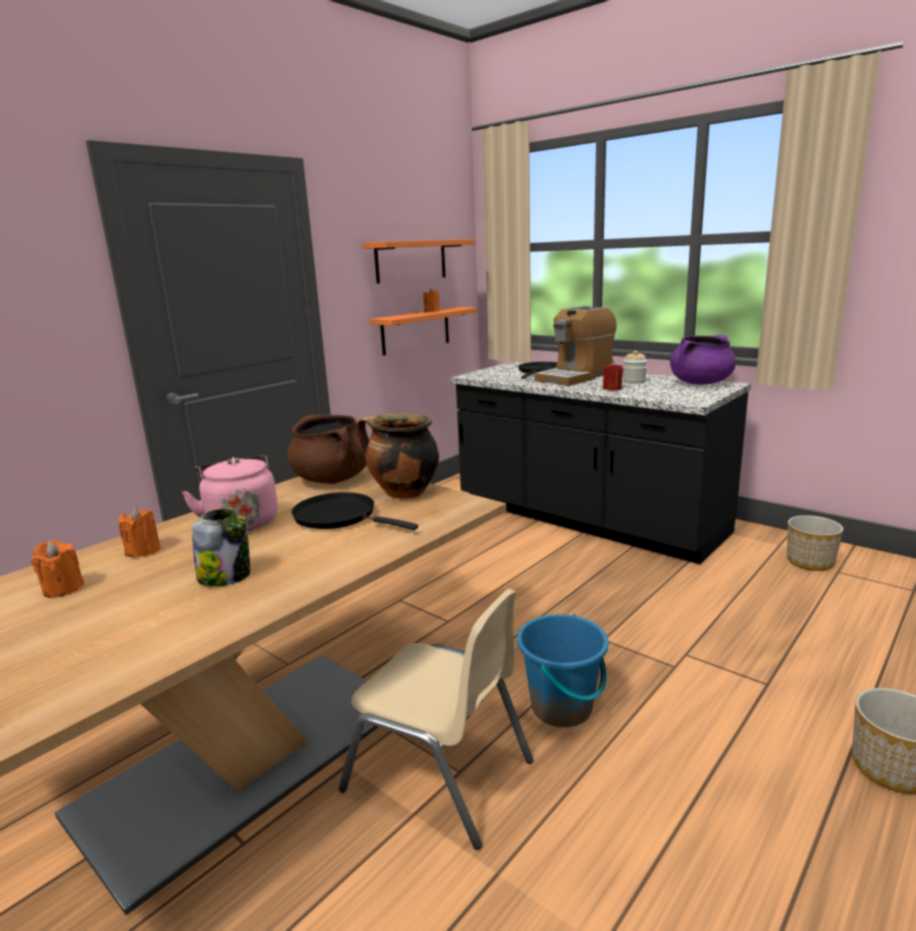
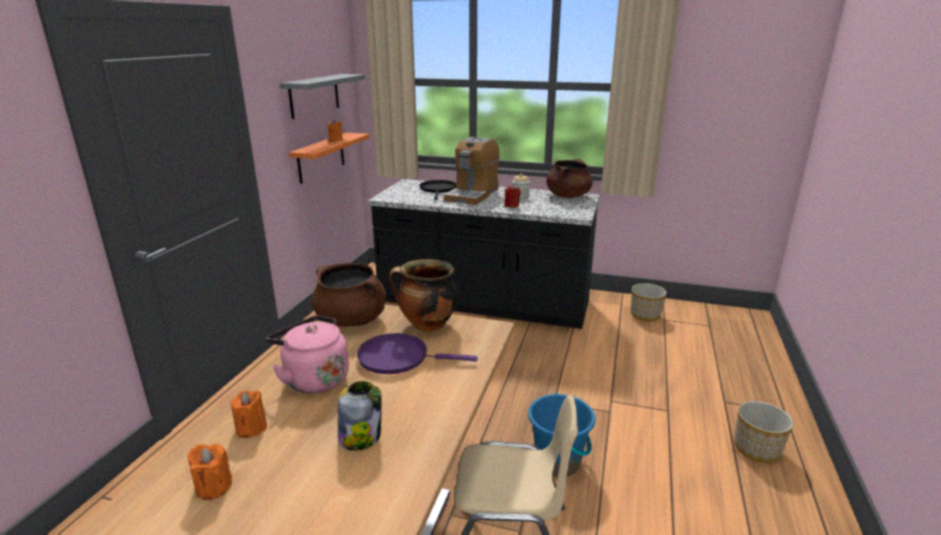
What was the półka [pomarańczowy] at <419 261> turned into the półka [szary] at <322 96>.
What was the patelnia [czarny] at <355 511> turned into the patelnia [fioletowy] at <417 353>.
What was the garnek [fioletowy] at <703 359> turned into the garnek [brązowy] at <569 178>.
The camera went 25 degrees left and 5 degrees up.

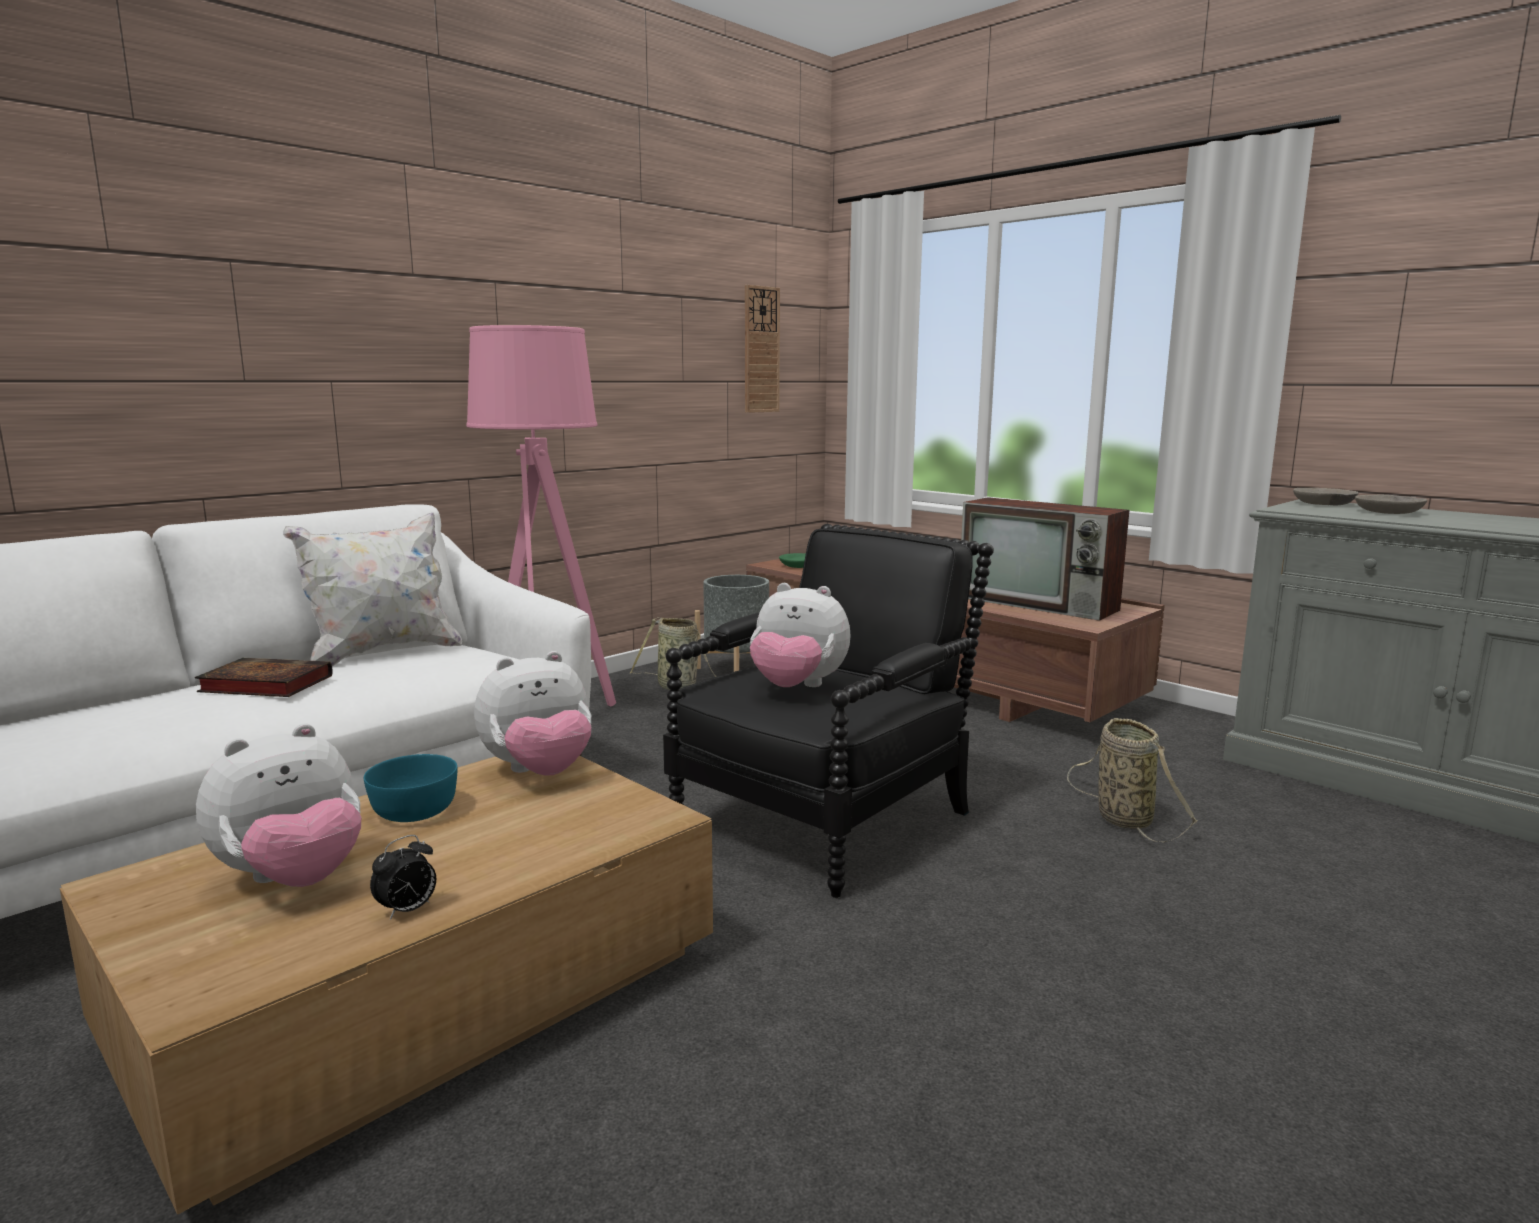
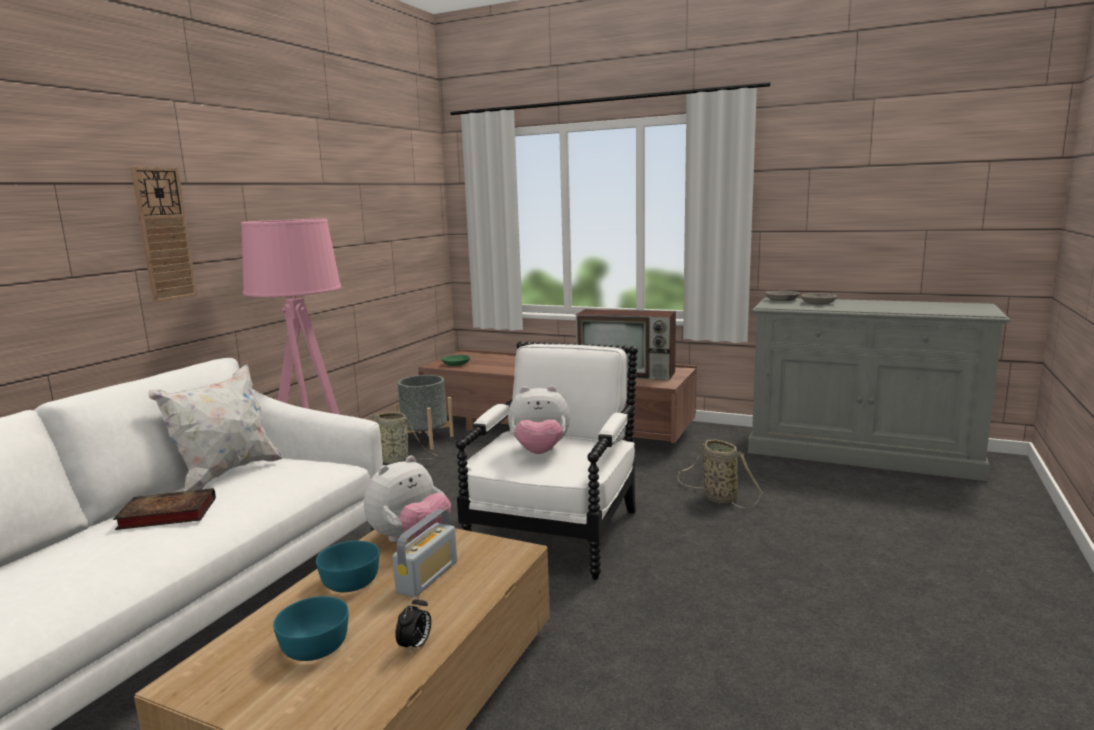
The zegar ścienny ended up elsewhere, having gone from <762 349> to <164 235>.
Where the pluszak stood at <278 805>, the miska [turkusowy] came to stand at <311 628>.
The second view gained the radio at <424 553>.
What was the fotel [czarny] at <828 711> turned into the fotel [biały] at <547 460>.
The camera went 20 degrees left and 0 degrees up.

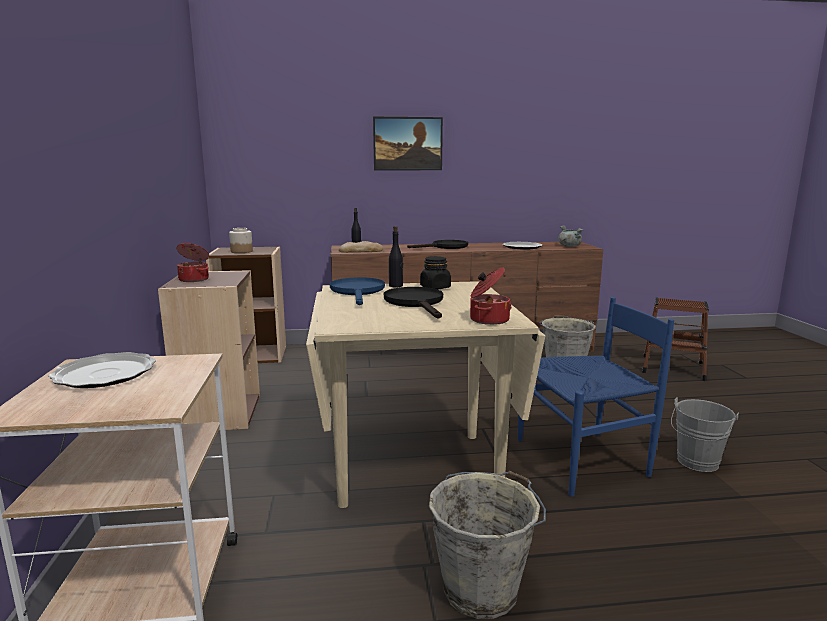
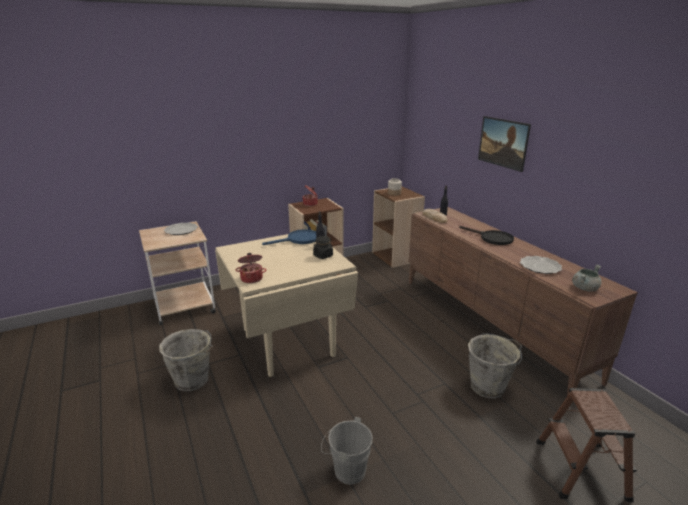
The second view lost the patelnia [czarny] at <413 303>.
The second view lost the krzesło [niebieski] at <596 397>.
The camera went 70 degrees right and 10 degrees up.

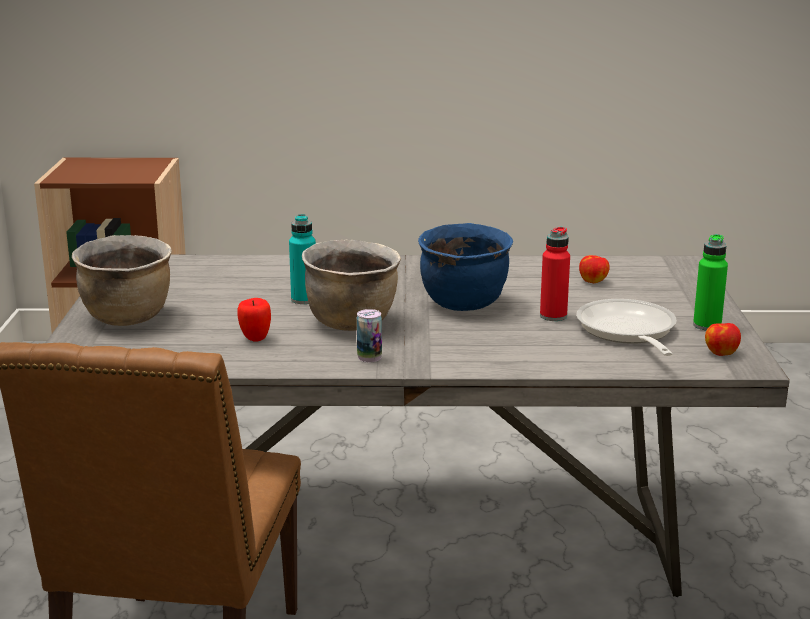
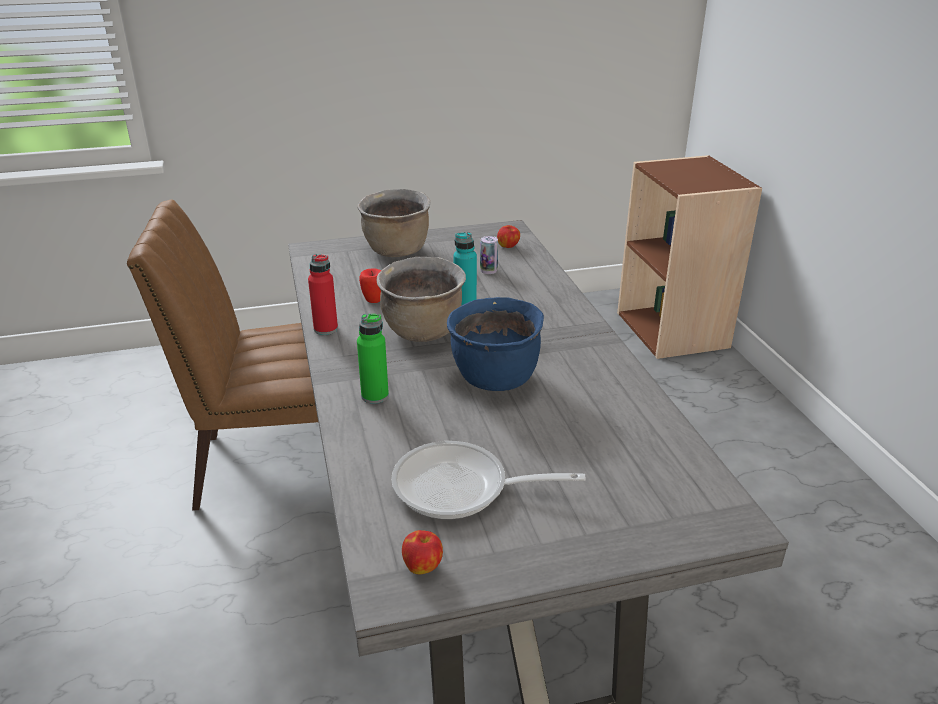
The butelka [czerwony] ended up elsewhere, having gone from <555 274> to <323 294>.
The butelka [zielony] ended up elsewhere, having gone from <710 282> to <373 359>.
The patelnia at <627 327> ended up facing another way, 150 degrees counterclockwise from before.
The puszka ended up elsewhere, having gone from <369 335> to <489 255>.
The jabłko ended up elsewhere, having gone from <594 269> to <508 236>.
The camera went 75 degrees right and 10 degrees up.

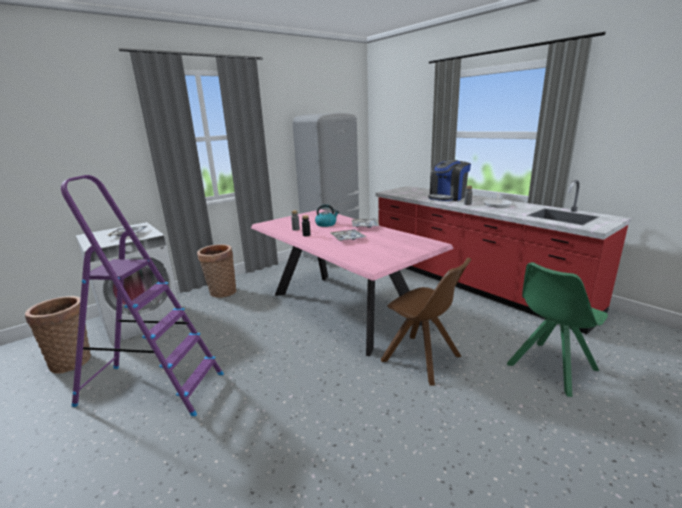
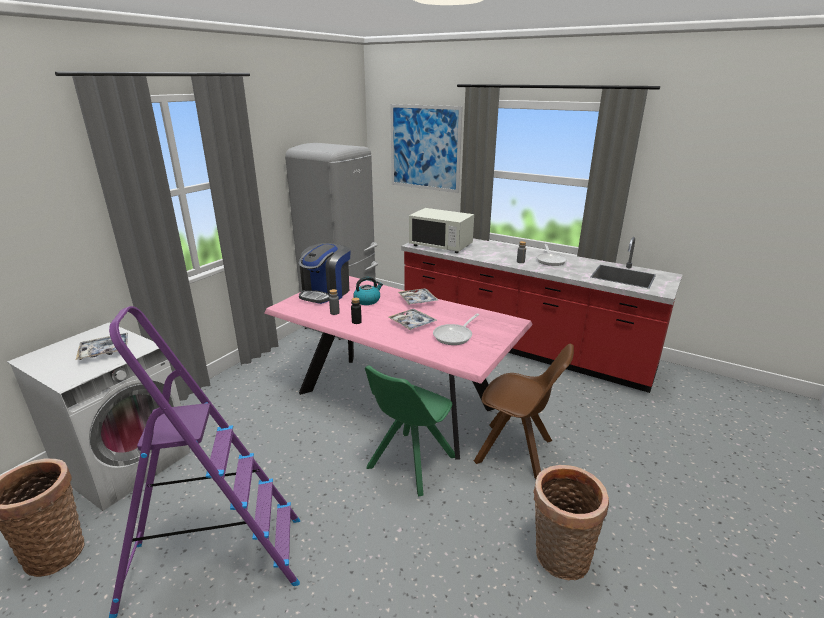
The ekspres do kawy ended up elsewhere, having gone from <449 180> to <324 273>.
The krzesło [zielony] ended up elsewhere, having gone from <557 329> to <410 431>.
The second view gained the obraz at <426 148>.
The second view gained the mikrofalówka [biały] at <441 230>.
The second view gained the patelnia at <456 329>.
The koszyk ended up elsewhere, having gone from <217 271> to <571 522>.
The camera went 20 degrees left and 5 degrees up.

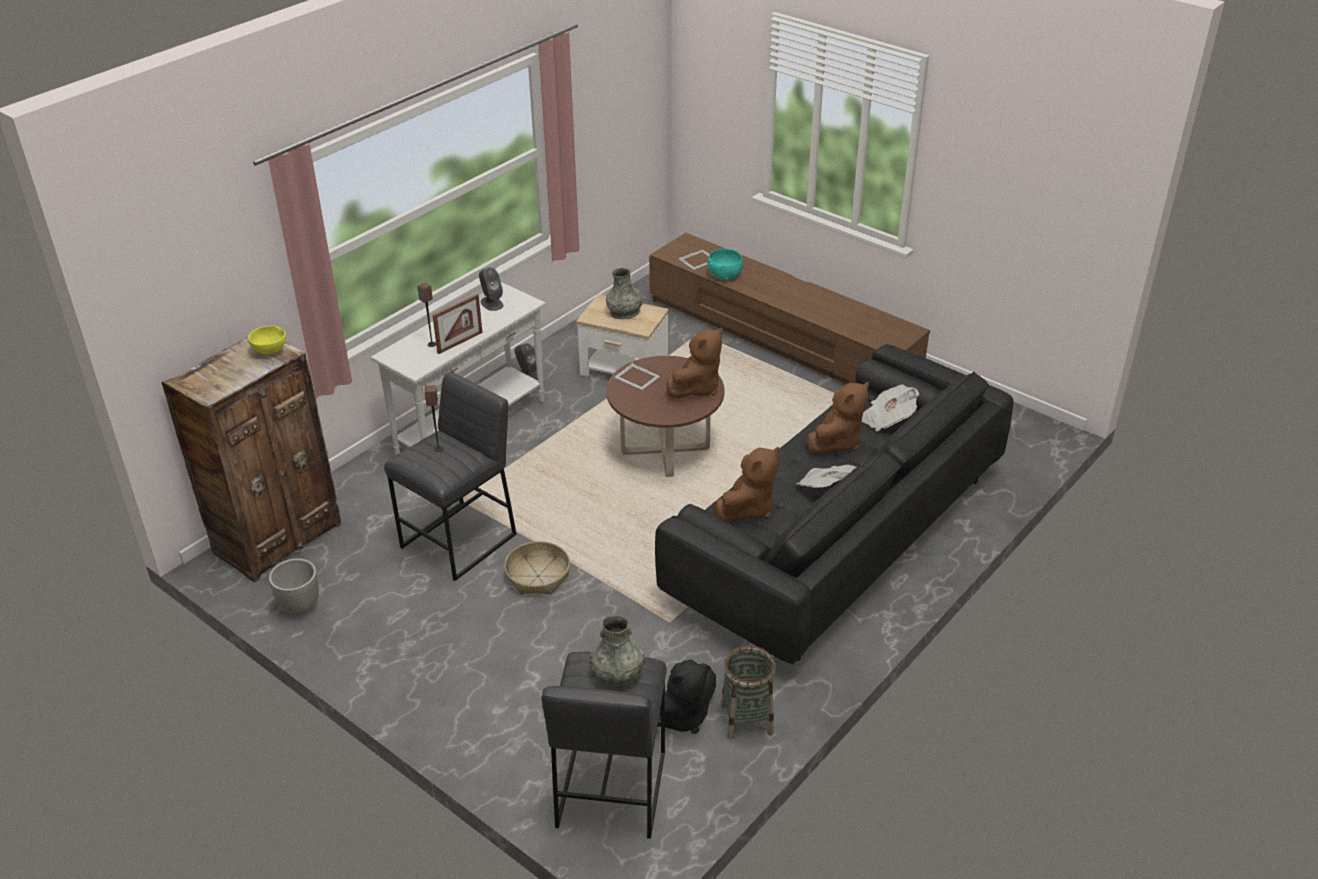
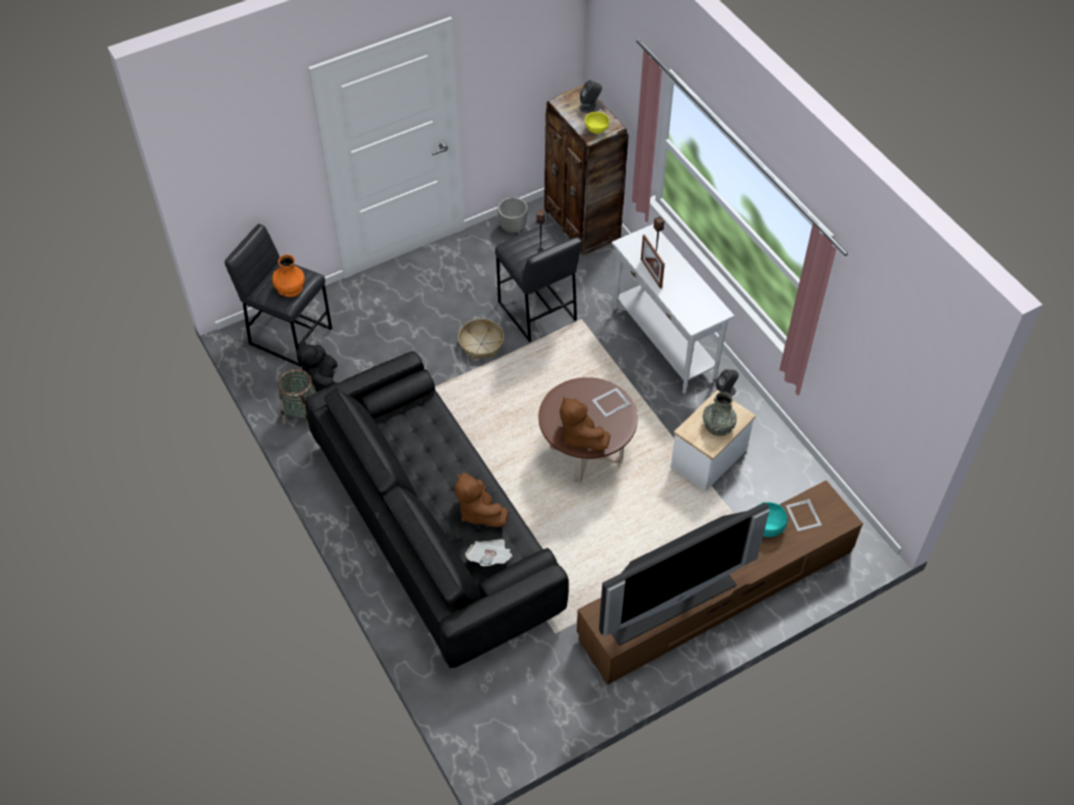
What was the wazon [szary] at <617 651> turned into the wazon [pomarańczowy] at <288 275>.
The głośnik [szary] ended up elsewhere, having gone from <491 289> to <590 96>.
The second view gained the telewizor at <684 574>.
The second view lost the pluszak [brązowy] at <747 484>.
The second view lost the gazeta at <827 476>.
The camera went 110 degrees right and 15 degrees up.

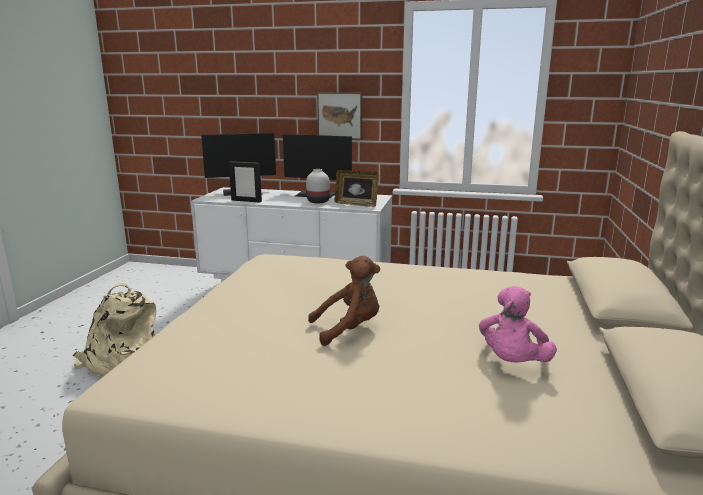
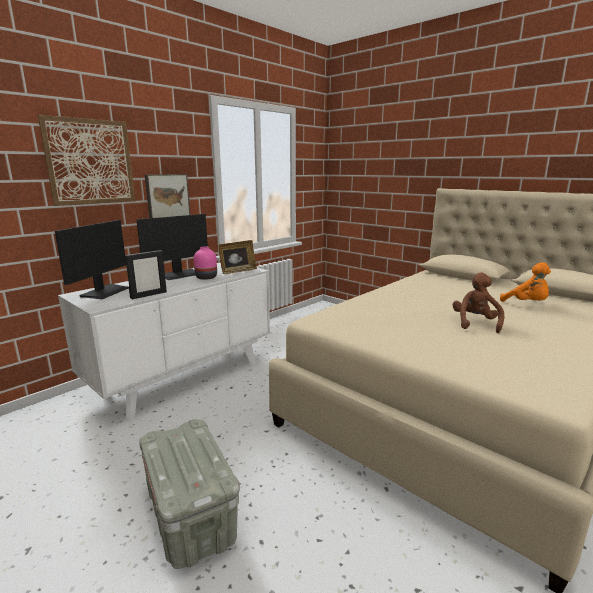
The second view gained the obraz at <86 160>.
Where the plecak [beżowy] stood at <114 330>, the pojemnik do przechowywania [szary] came to stand at <189 494>.
What was the wazon [biały] at <318 186> turned into the wazon [różowy] at <205 263>.
What was the pluszak [różowy] at <518 324> turned into the pluszak [pomarańczowy] at <525 282>.
The camera went 60 degrees left and 0 degrees up.

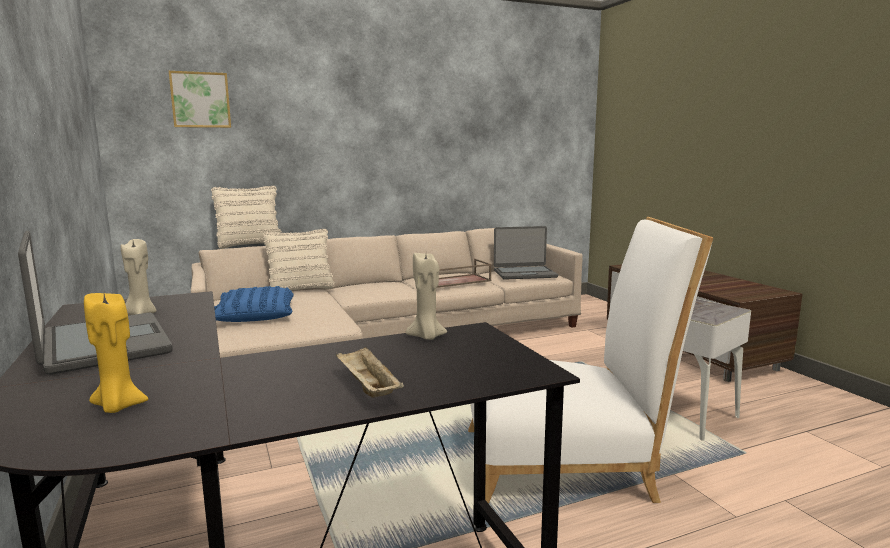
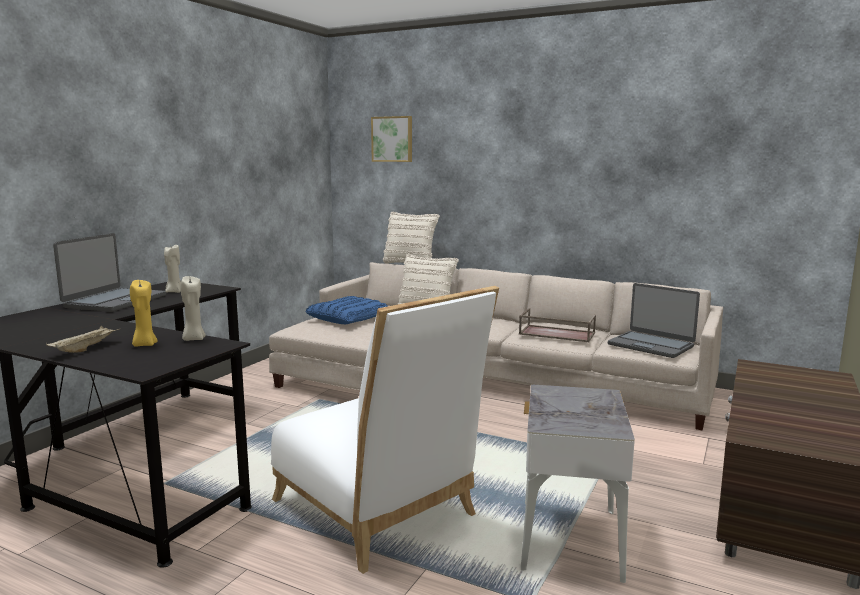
The świeca [żółty] ended up elsewhere, having gone from <116 353> to <144 313>.
The camera went 50 degrees right and 0 degrees up.

